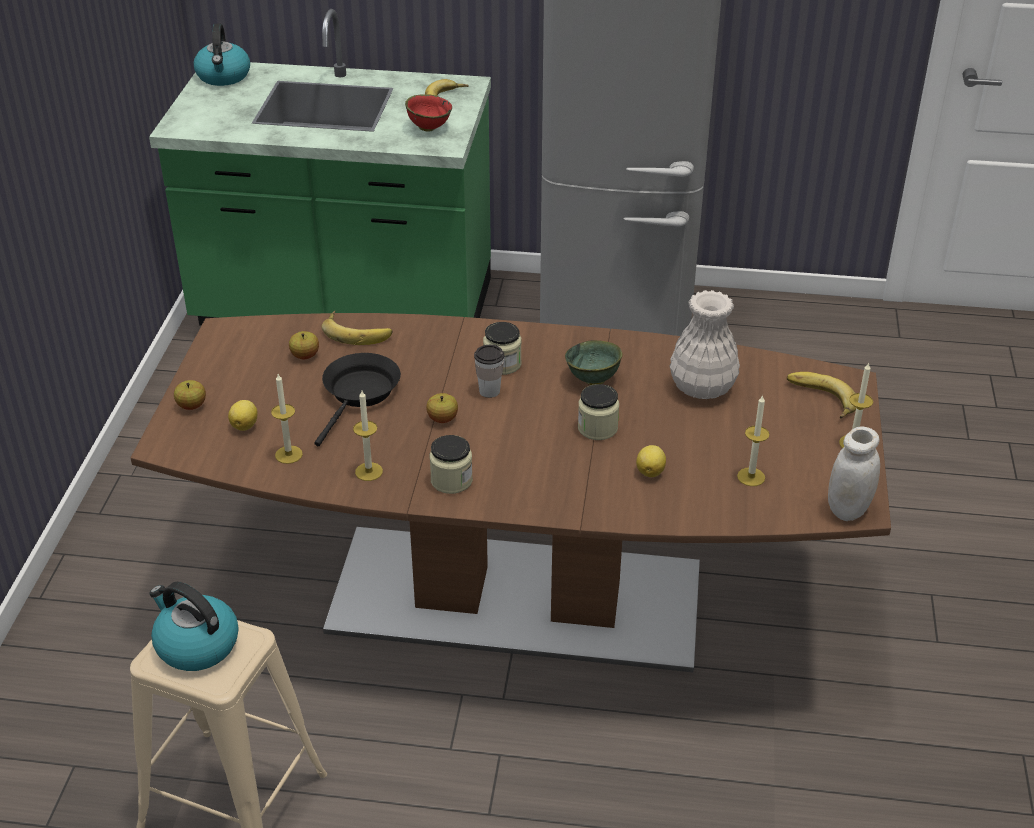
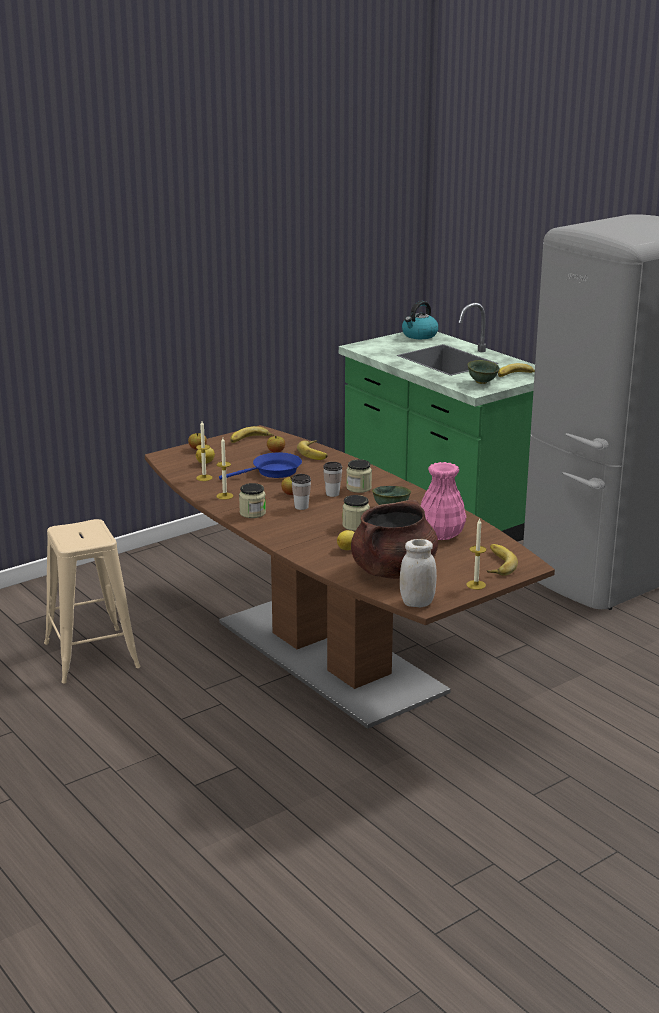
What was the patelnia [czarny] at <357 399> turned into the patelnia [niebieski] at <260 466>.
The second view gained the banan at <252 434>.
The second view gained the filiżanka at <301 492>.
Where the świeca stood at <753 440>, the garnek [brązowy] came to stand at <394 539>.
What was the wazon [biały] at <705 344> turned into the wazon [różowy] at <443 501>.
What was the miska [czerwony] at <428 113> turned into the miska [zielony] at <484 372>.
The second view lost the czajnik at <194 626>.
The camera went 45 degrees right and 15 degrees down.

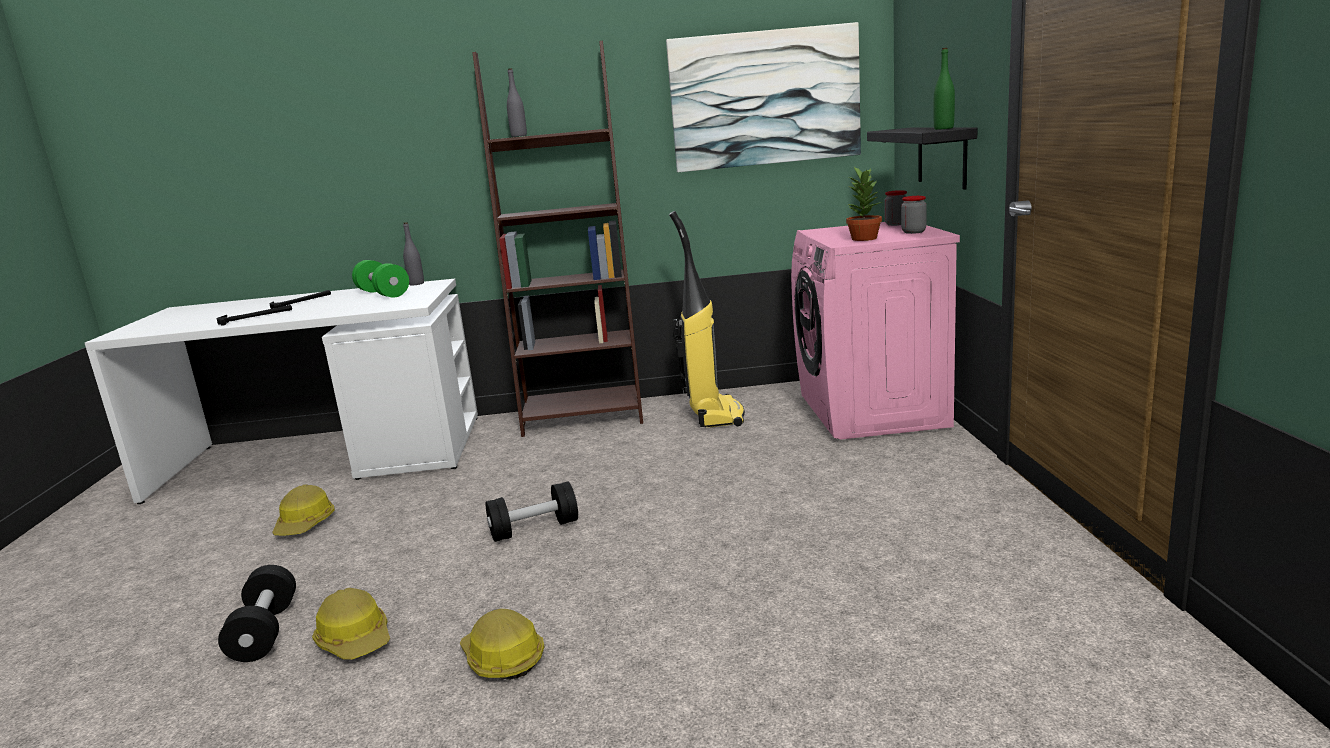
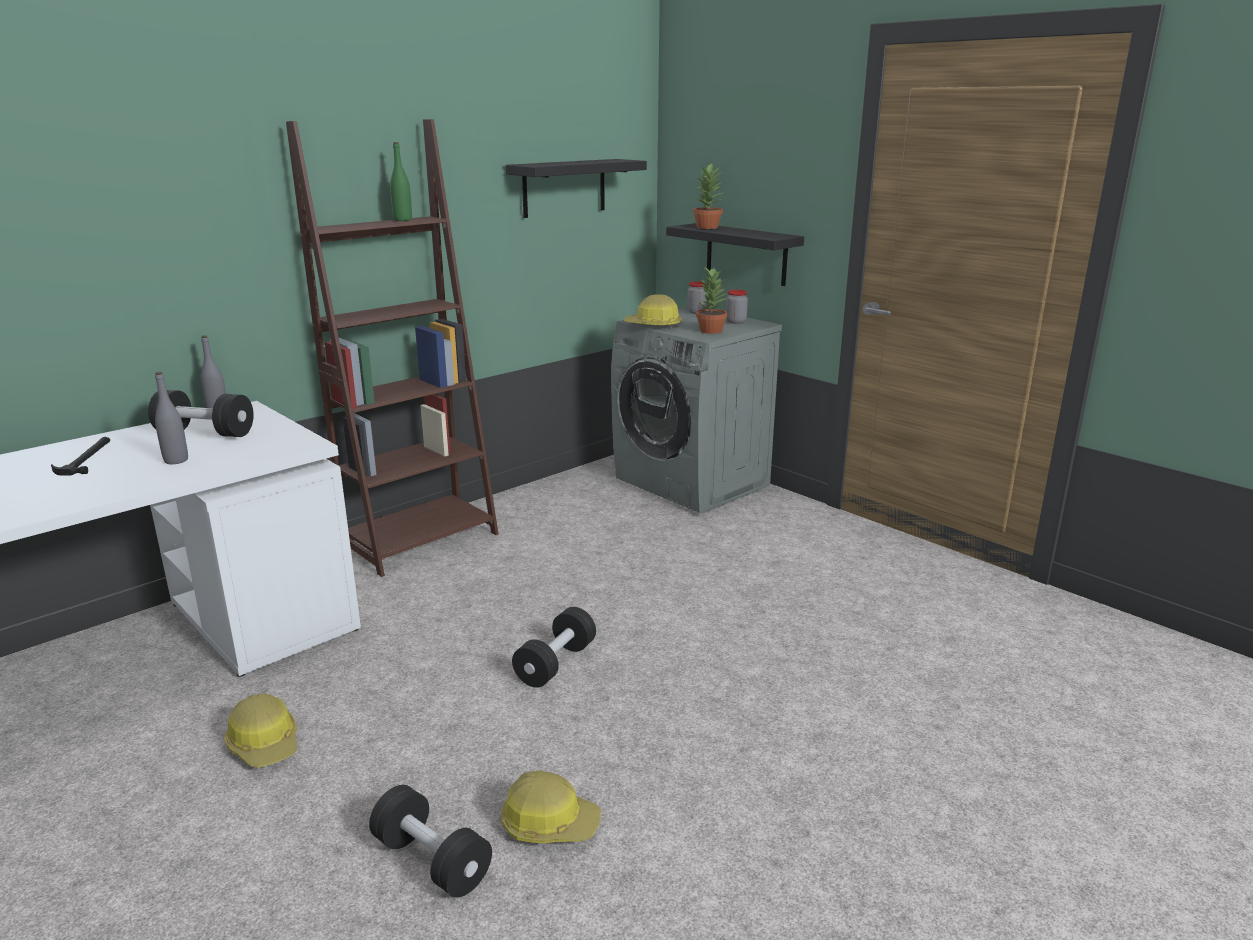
What was the hantel [zielony] at <380 279> turned into the hantel [czarny] at <201 413>.
The butelka [szary] ended up elsewhere, having gone from <517 102> to <171 418>.
The butelka [zielony] ended up elsewhere, having gone from <944 89> to <401 181>.
Where the obraz hung at <763 97>, the półka [czarny] came to hang at <576 188>.
What was the pralka [różowy] at <875 331> turned into the pralka [szary] at <696 410>.
The kask ended up elsewhere, having gone from <502 644> to <653 311>.
The second view gained the roślina doniczkowa at <708 196>.
The second view lost the młotek at <254 315>.
The second view lost the odkurzacz at <707 319>.
The camera went 40 degrees left and 5 degrees up.

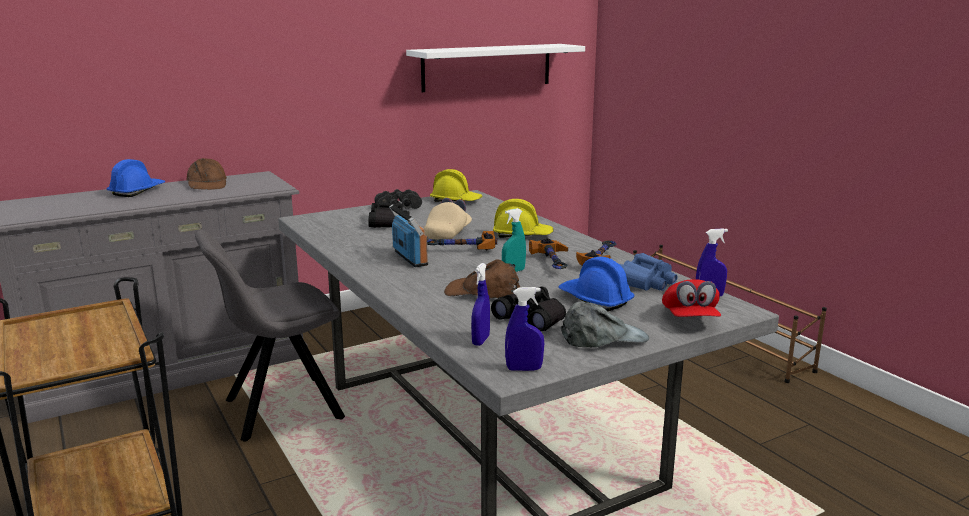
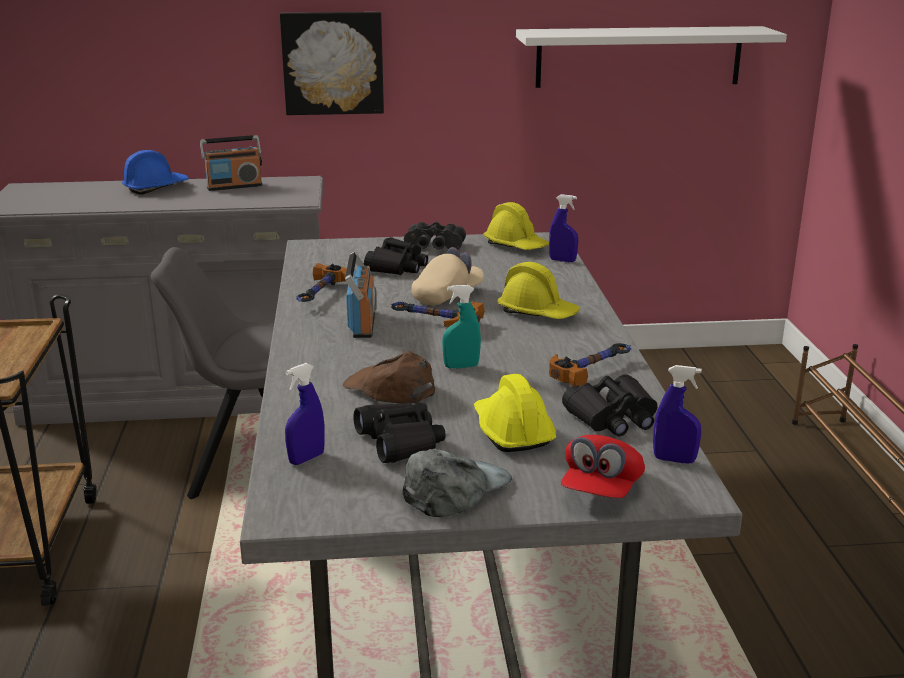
Where the czapka z daszkiem [brązowy] stood at <206 174>, the radio came to stand at <231 163>.
The second view gained the obraz at <332 63>.
The młotek ended up elsewhere, having gone from <548 253> to <321 282>.
The czapka z daszkiem [szary] at <605 324> ended up facing another way, 60 degrees counterclockwise from before.
What was the kask [niebieski] at <596 284> turned into the kask [żółty] at <515 413>.
The spryskiwacz [niebieski] ended up elsewhere, having gone from <524 329> to <563 228>.
What was the lornetka [niebieski] at <648 272> turned into the lornetka [czarny] at <609 405>.
The camera went 25 degrees right and 5 degrees up.

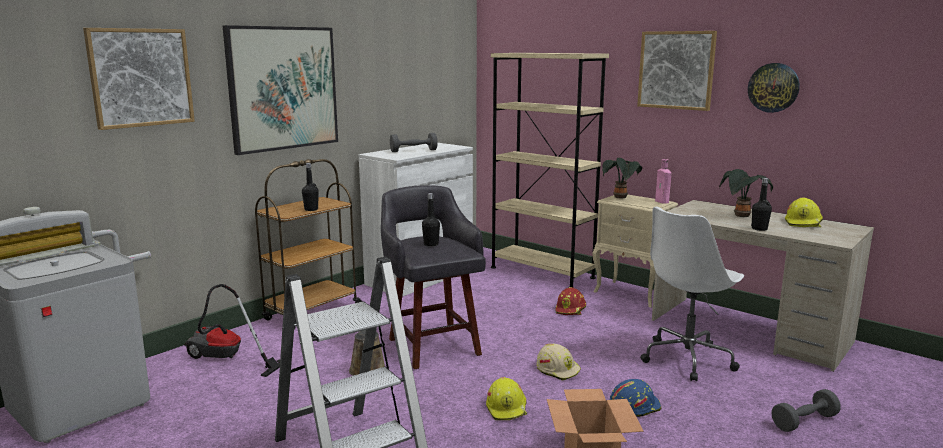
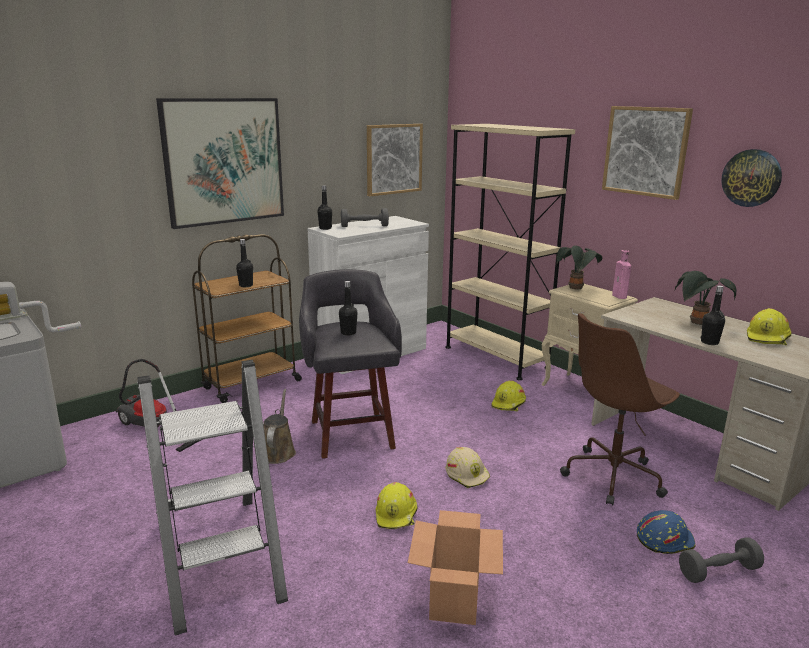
The second view gained the butelka [czarny] at <324 207>.
The obraz ended up elsewhere, having gone from <139 79> to <395 160>.
What was the kask [czerwony] at <570 301> turned into the kask [żółty] at <509 395>.
What was the krzesło biurowe [biały] at <692 294> turned into the krzesło biurowe [brązowy] at <620 409>.
The kask [niebieski] ended up elsewhere, having gone from <635 398> to <666 532>.
The camera went 10 degrees right and 5 degrees up.

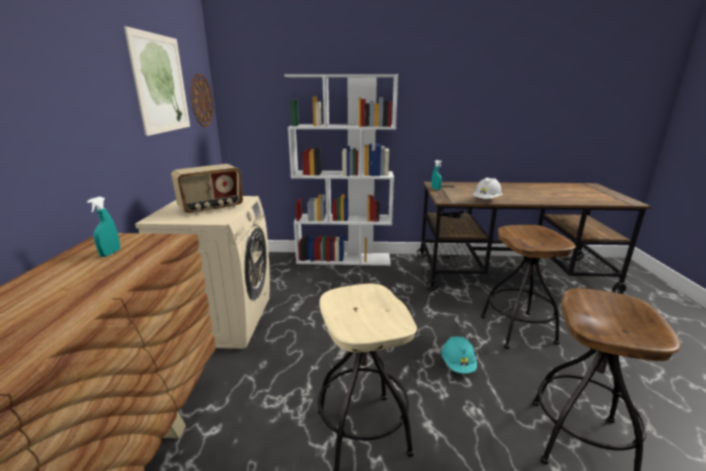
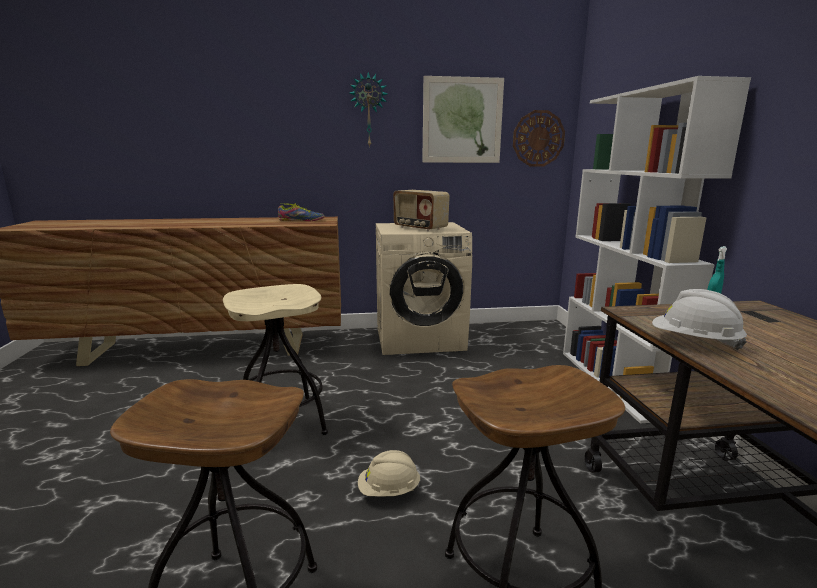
Where the spryskiwacz [turkusowy] stood at <103 227>, the but came to stand at <301 212>.
The second view gained the zegar ścienny at <369 110>.
What was the kask [turkusowy] at <459 355> turned into the kask [beżowy] at <389 473>.
The camera went 80 degrees right and 5 degrees down.

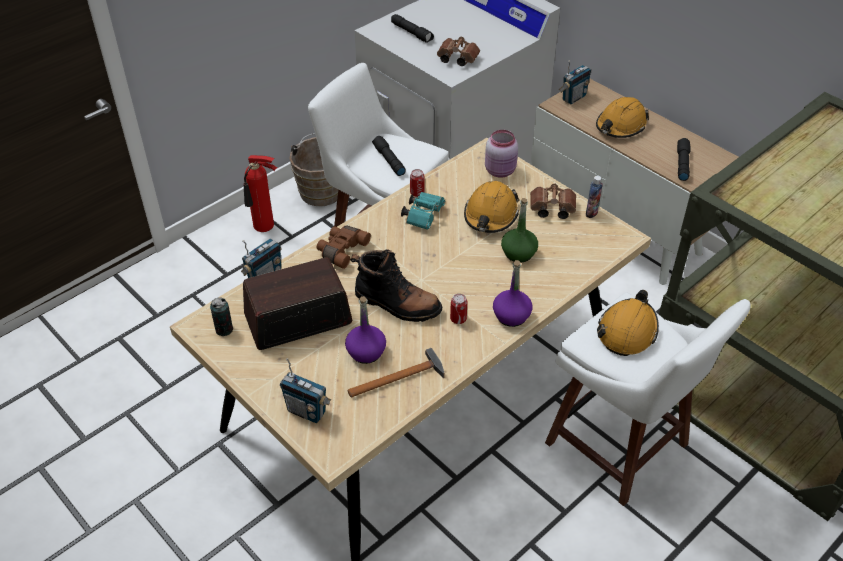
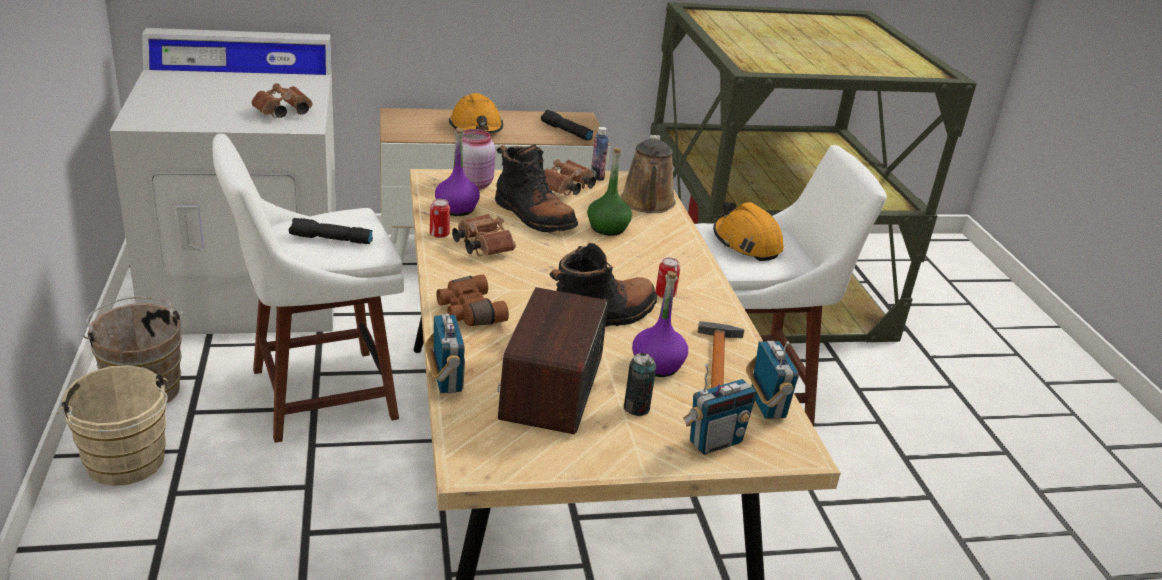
Where the gaśnica stood at <260 193>, the wiadro [beżowy] came to stand at <113 425>.
The butelka [fioletowy] ended up elsewhere, having gone from <512 293> to <457 172>.
What was the lornetka [turkusowy] at <423 211> turned into the lornetka [brązowy] at <484 235>.
Where the kask [pomarańczowy] stood at <491 207>, the but z cholewką [czarny] came to stand at <536 189>.
The second view gained the konewka [brązowy] at <648 174>.
The puszka ended up elsewhere, having gone from <221 316> to <640 384>.
The radio ended up elsewhere, having gone from <575 82> to <772 380>.
The second view lost the latarka [czarny] at <412 28>.
The camera went 60 degrees left and 15 degrees down.

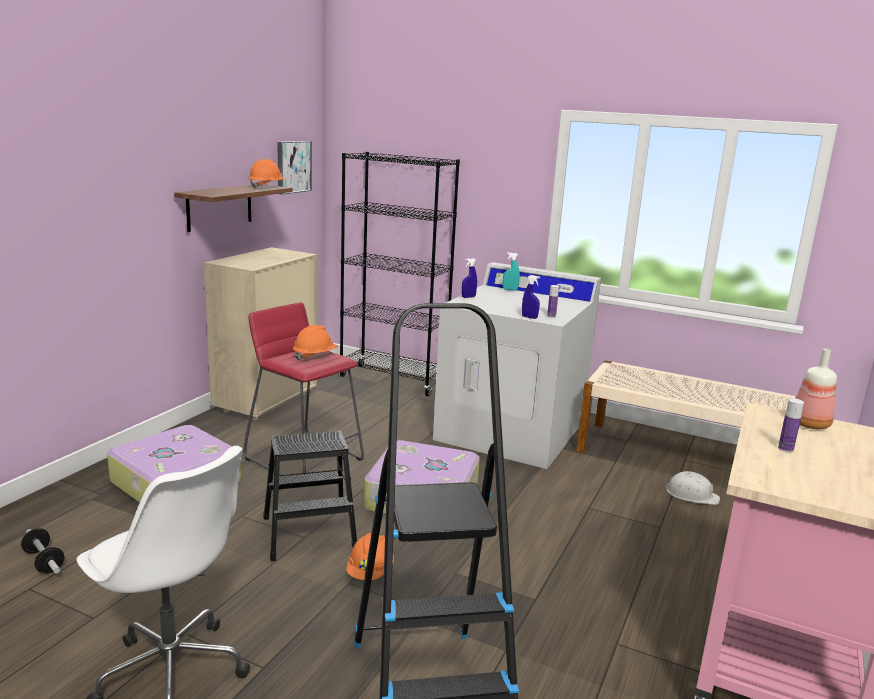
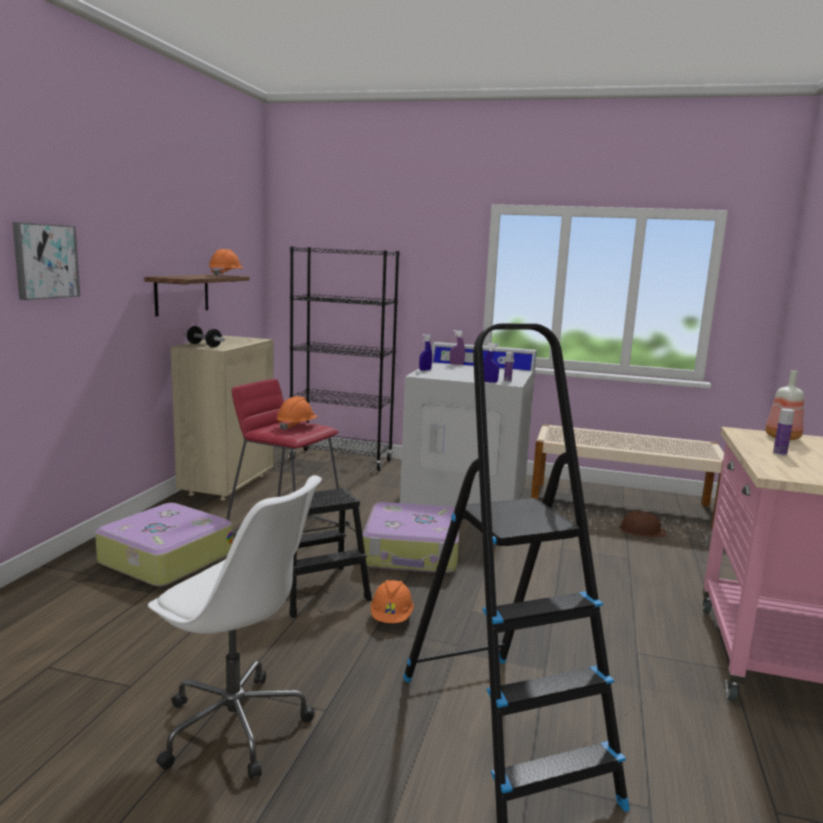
The obraz ended up elsewhere, having gone from <294 168> to <46 261>.
The hantel ended up elsewhere, having gone from <42 551> to <204 336>.
What was the spryskiwacz [turkusowy] at <511 271> turned into the spryskiwacz [fioletowy] at <457 347>.
What was the kask [biały] at <692 488> turned into the kask [brązowy] at <642 524>.
The camera went 10 degrees left and 5 degrees down.

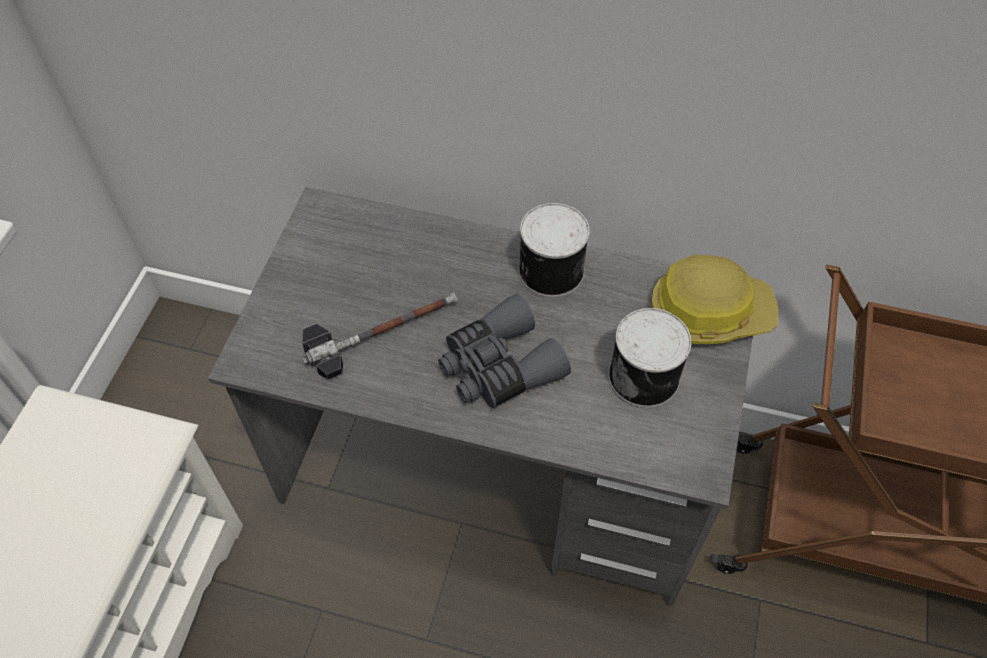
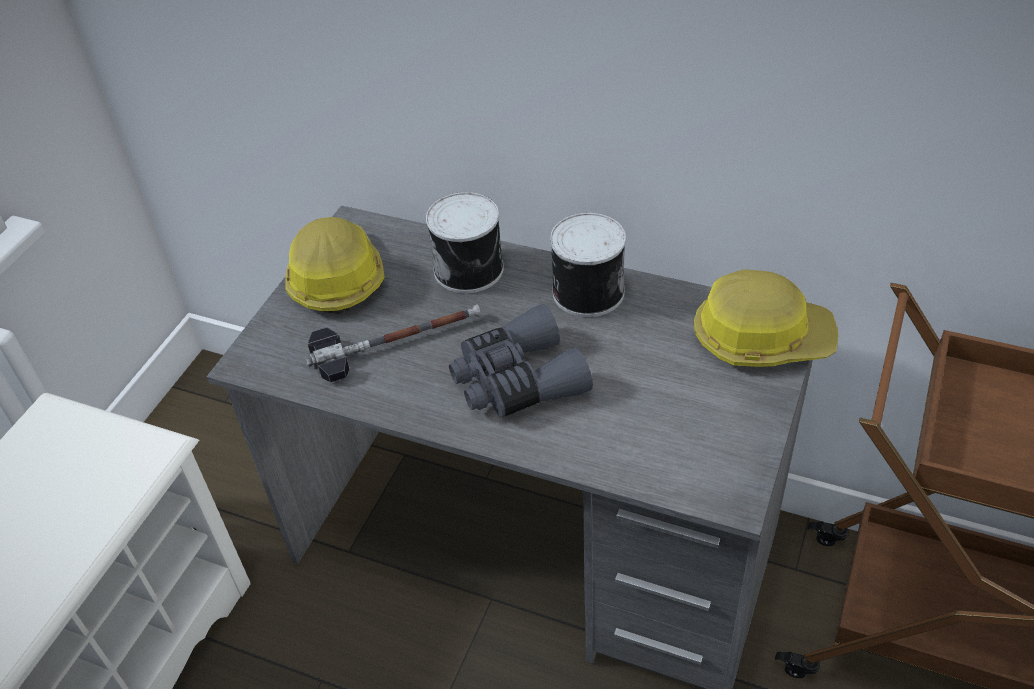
The second view gained the kask at <335 265>.
The puszka ended up elsewhere, having gone from <649 358> to <465 242>.
The camera went 10 degrees right and 10 degrees down.

